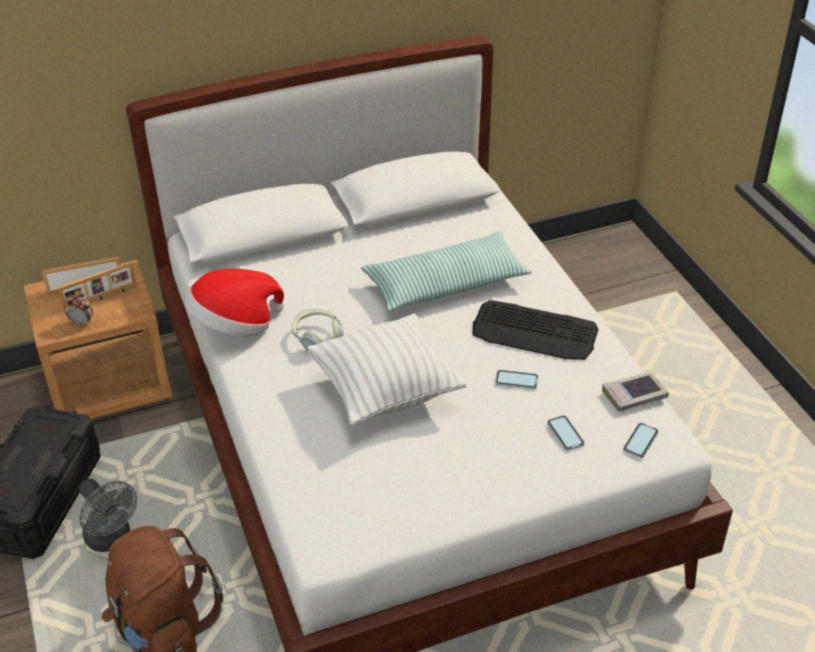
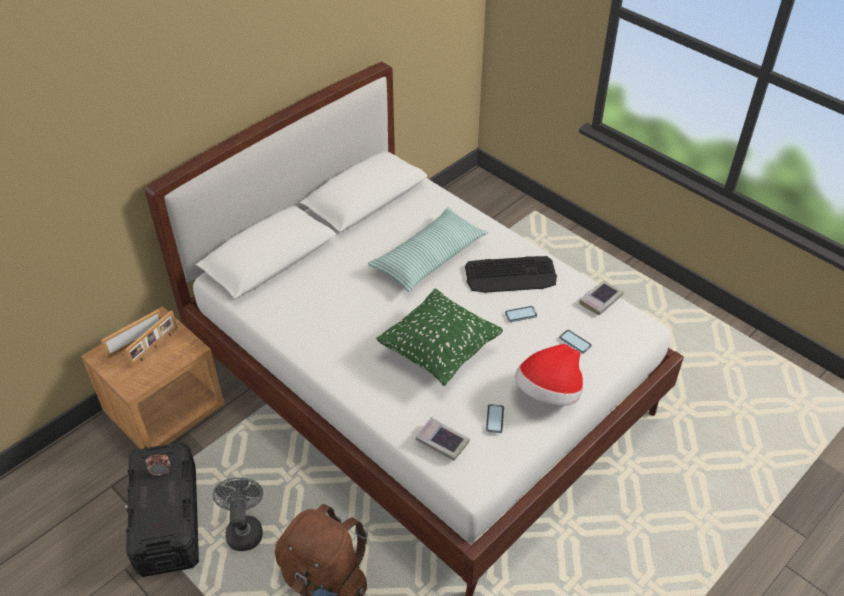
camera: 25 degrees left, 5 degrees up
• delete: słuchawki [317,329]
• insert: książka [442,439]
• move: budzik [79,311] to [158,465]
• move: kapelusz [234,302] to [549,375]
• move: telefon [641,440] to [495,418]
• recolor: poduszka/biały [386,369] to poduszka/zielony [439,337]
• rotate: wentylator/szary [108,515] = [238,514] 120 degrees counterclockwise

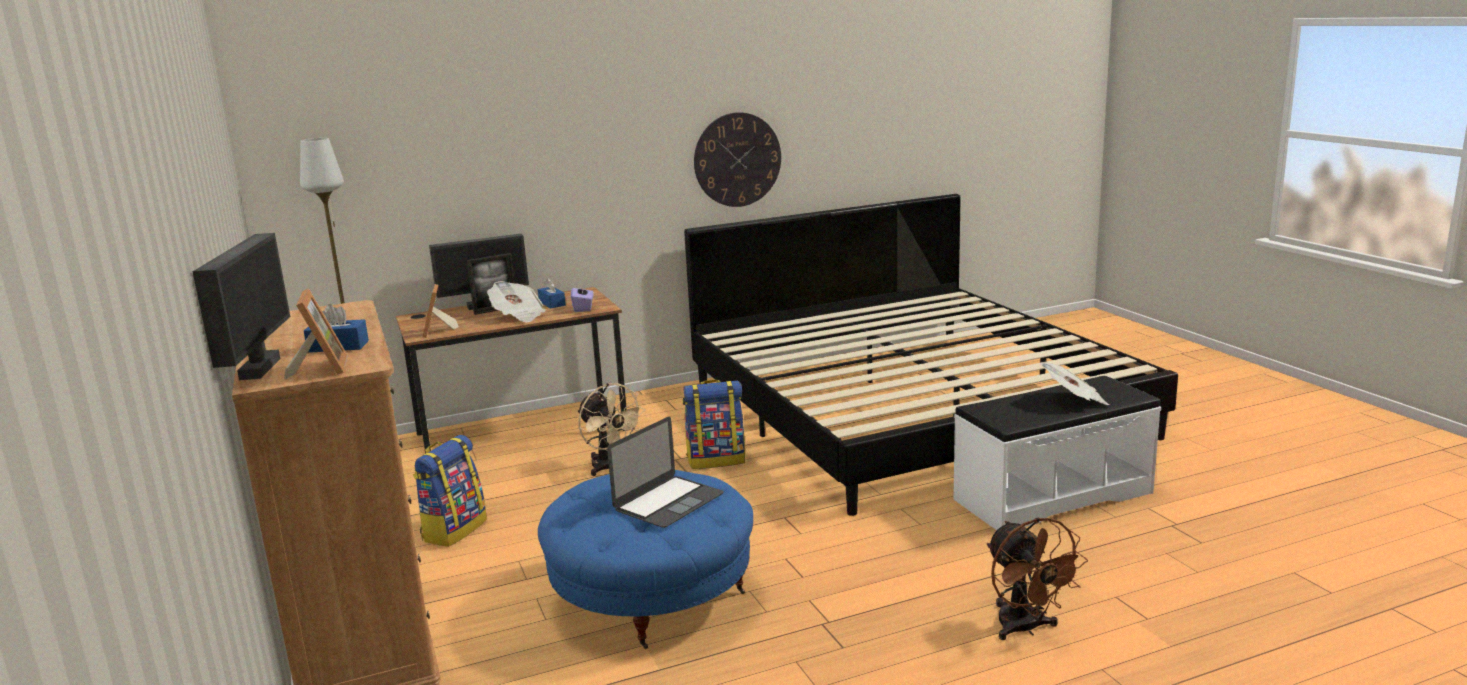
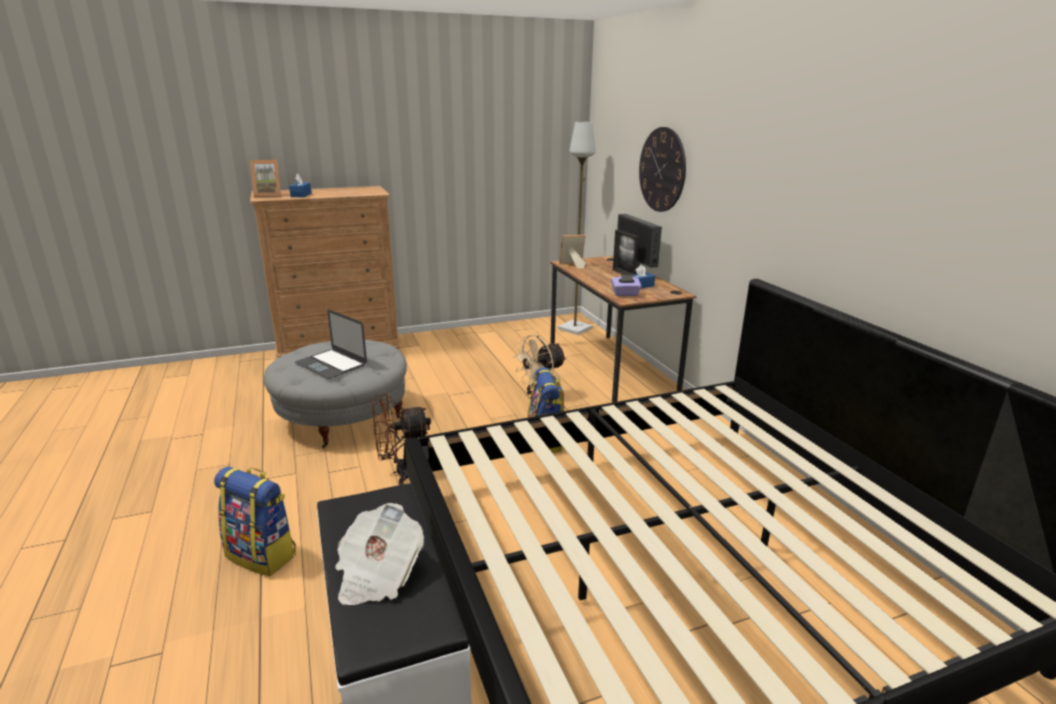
camera: 90 degrees right, 5 degrees up
• delete: monitor [241,306]
• delete: gazeta [516,302]
• move: plecak [450,491] to [255,521]
• move: zegar ścienny [737,159] to [662,169]
• move: wentylator/brązowy [1037,579] to [401,439]
• recolor: pufa/niebieski [645,559] to pufa/szary [335,394]

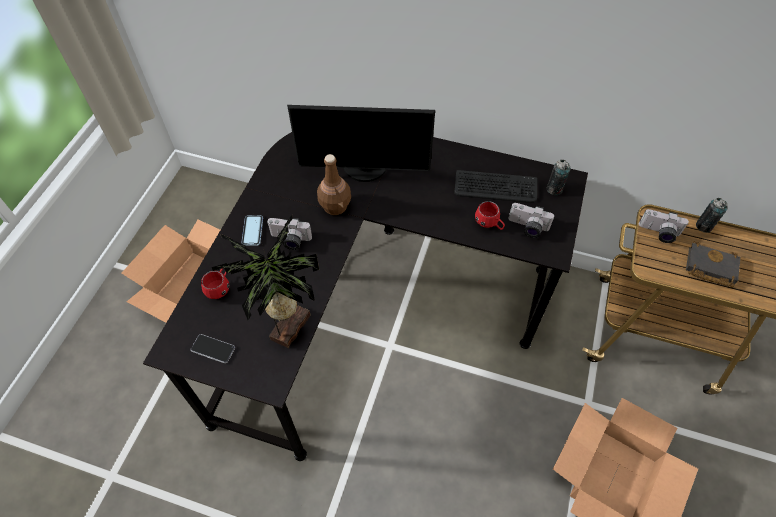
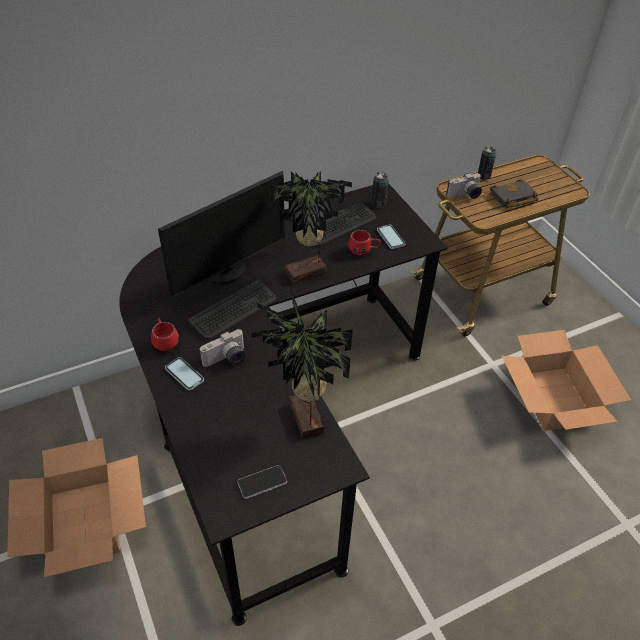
camera: 45 degrees left, 10 degrees down
• insert: roślina doniczkowa [310,227]
• move: kubek/czerwony [215,283] to [165,334]
• replace: butelka/brązowy [334,184] to klawiatura [232,310]
• replace: aparat fotograficzny [531,220] to telefon [391,237]

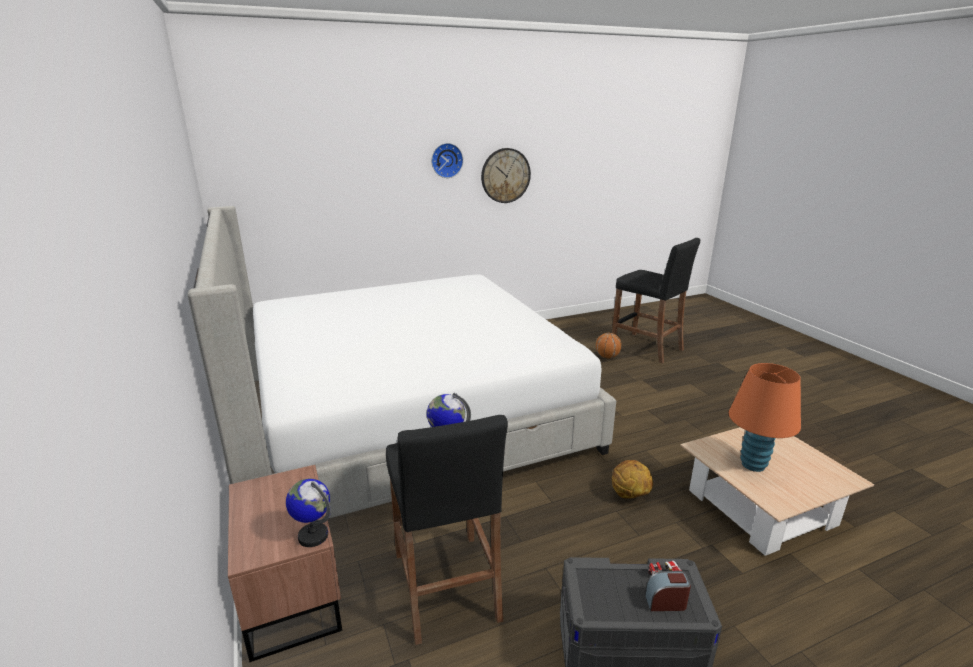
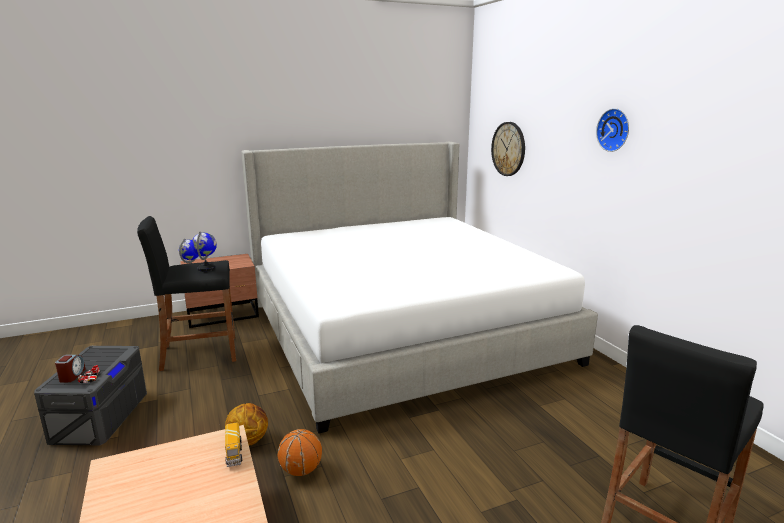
camera: 90 degrees right, 5 degrees down
• delete: lampa stołowa/pomarańczowy [765,417]
• insert: ciężarówka zabawkowa [233,444]
• move: zegar ścienny [506,175] to [508,149]
• move: piłka do koszykówki [609,345] to [300,452]

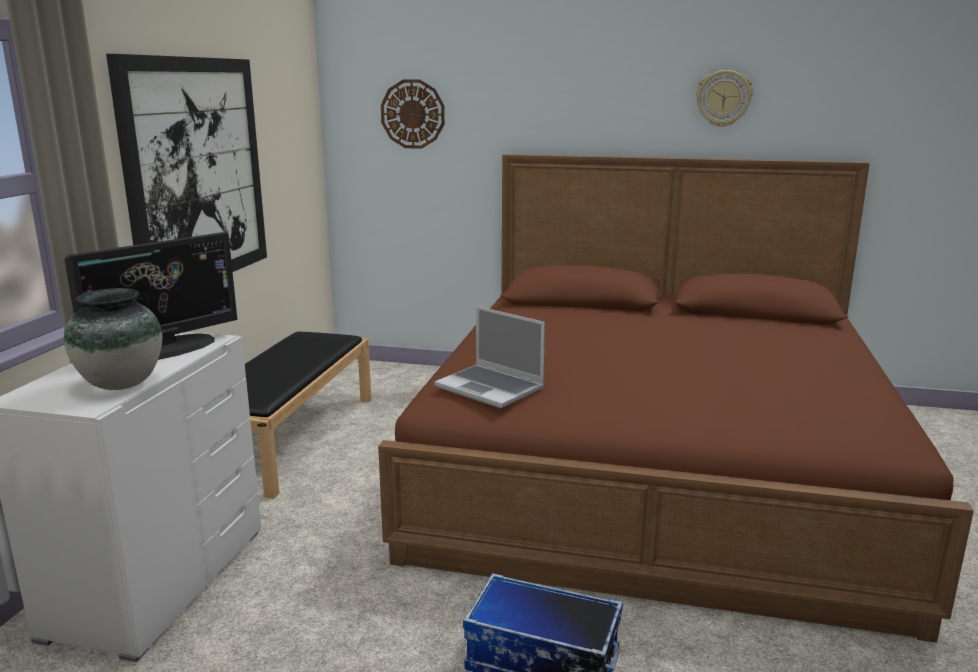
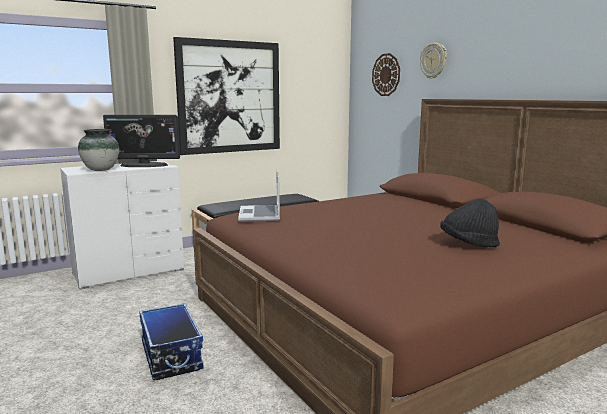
camera: 45 degrees right, 5 degrees down
• insert: kapelusz/czarny [470,223]
• move: zegar ścienny [724,98] to [433,61]

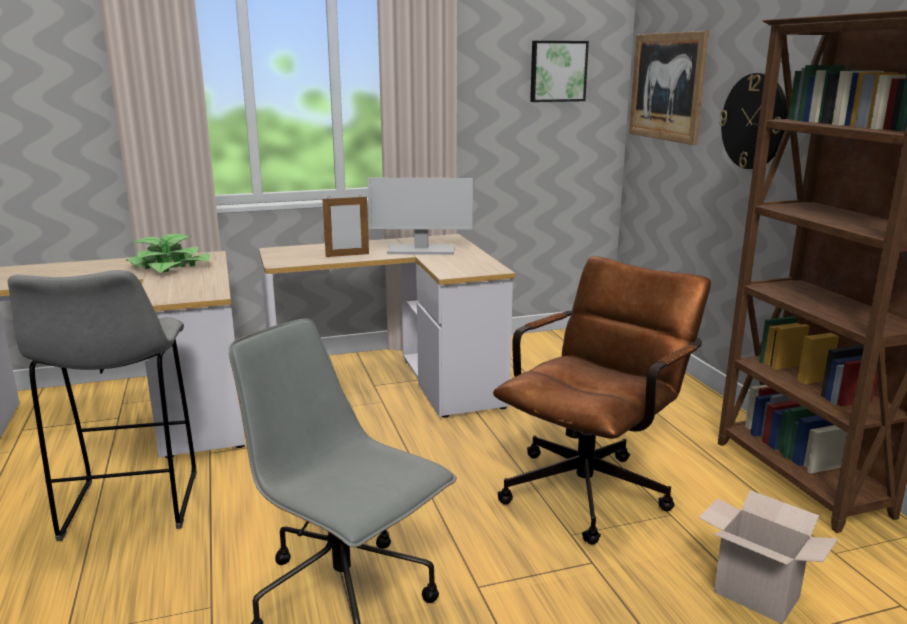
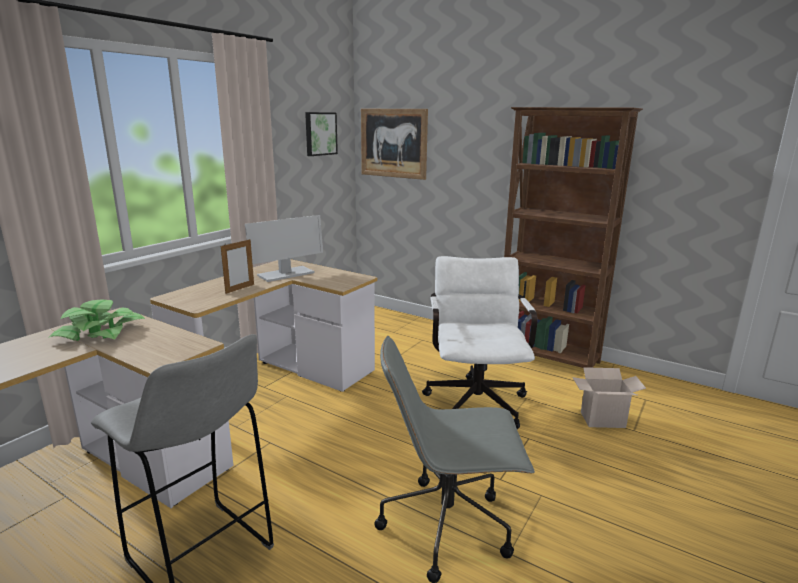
camera: 40 degrees left, 0 degrees up
• delete: zegar ścienny [753,121]
• recolor: krzesło biurowe/brązowy [602,400] to krzesło biurowe/biały [480,342]

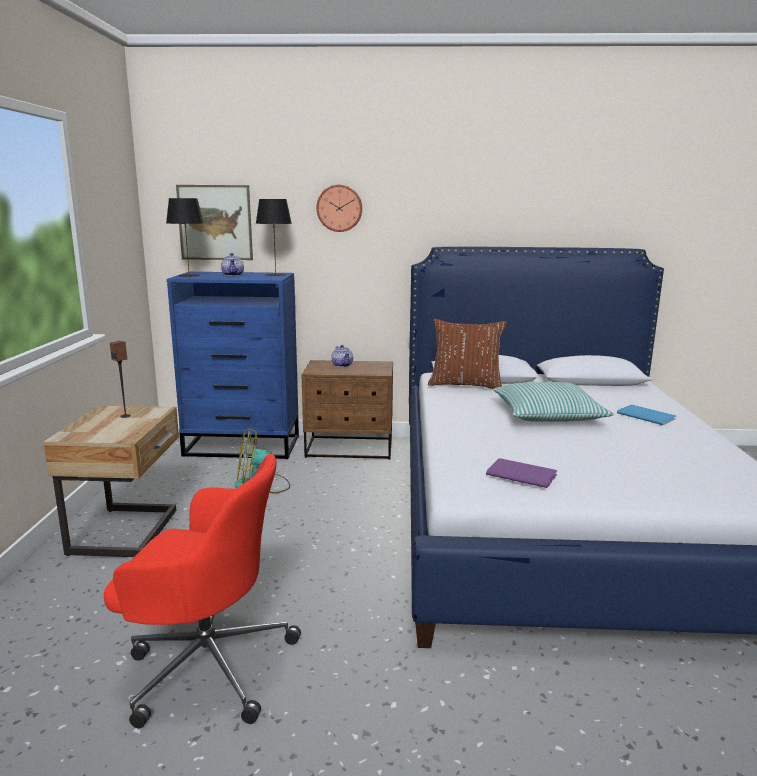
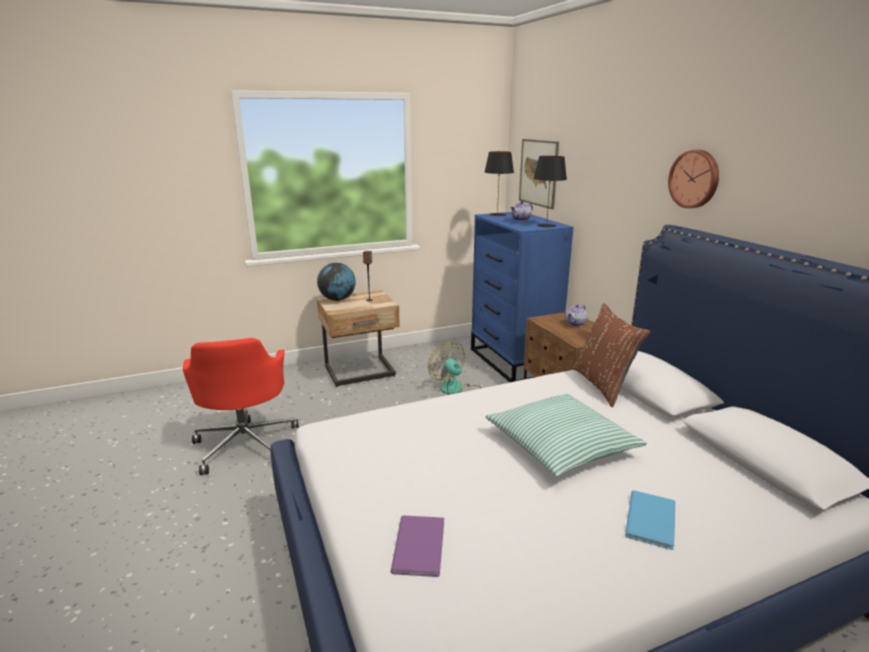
camera: 65 degrees right, 5 degrees up
• insert: globus [336,282]
• move: zegar ścienny [339,208] to [693,179]
• move: książka/fioletowy [521,473] to [417,546]

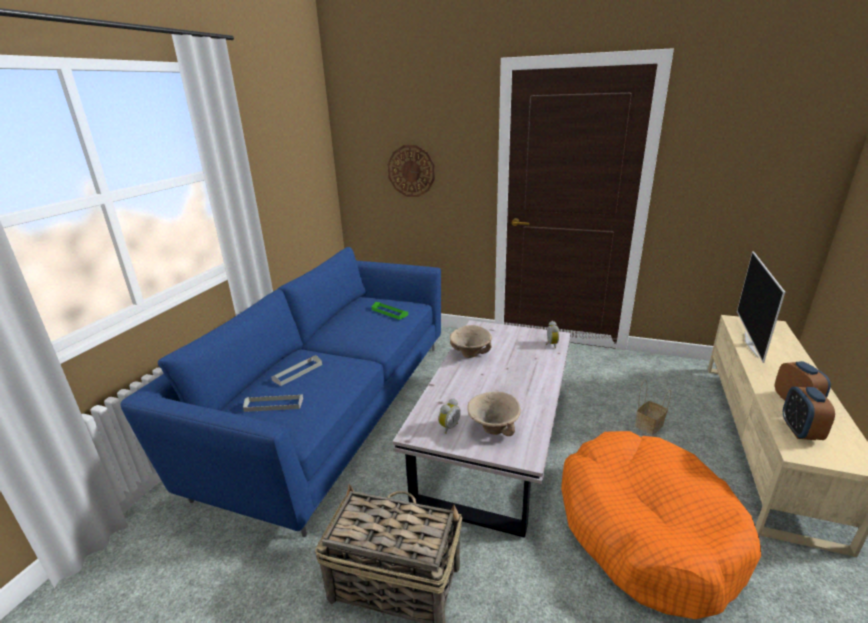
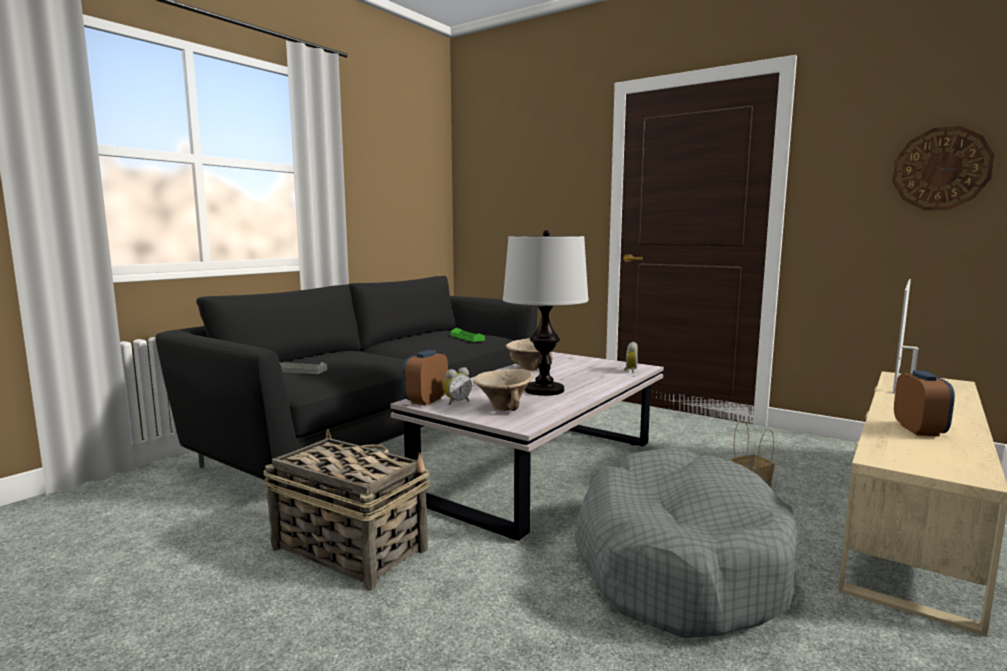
camera: 15 degrees right, 15 degrees down
• delete: taca/szary [296,370]
• insert: lampa stołowa [546,313]
• move: zegar ścienny [411,171] to [943,168]
• move: budzik [809,413] to [425,377]
• recolor: kanapa/niebieski [281,392] to kanapa/czarny [346,378]
• recolor: legowisko/pomarańczowy [661,525] to legowisko/szary [685,543]

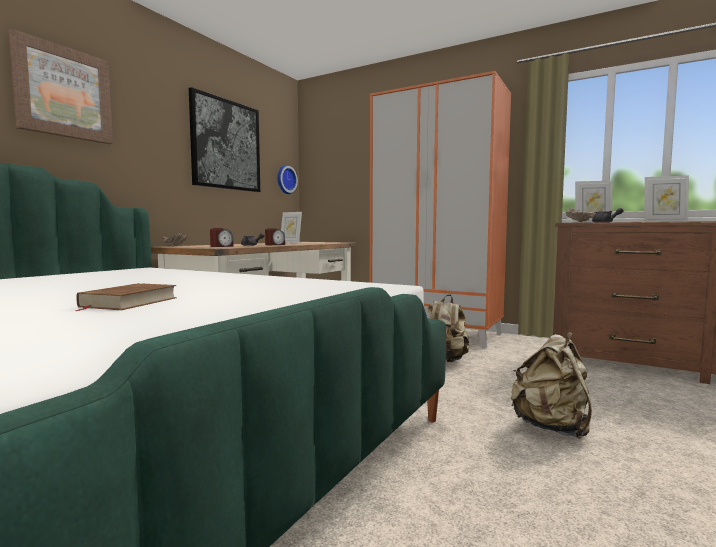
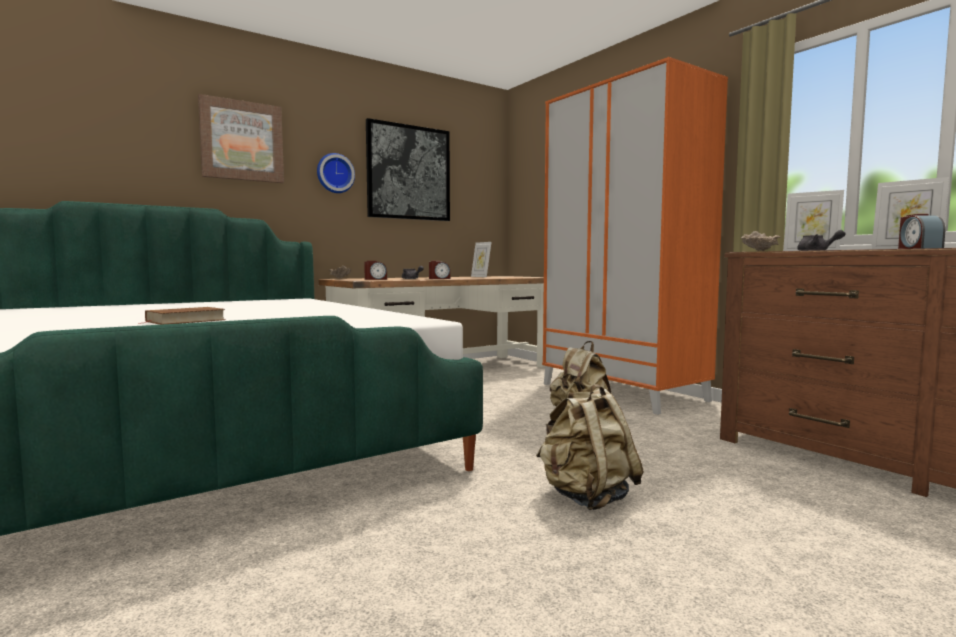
camera: 25 degrees right, 0 degrees up
• insert: budzik [921,231]
• move: zegar ścienny [287,179] to [336,173]

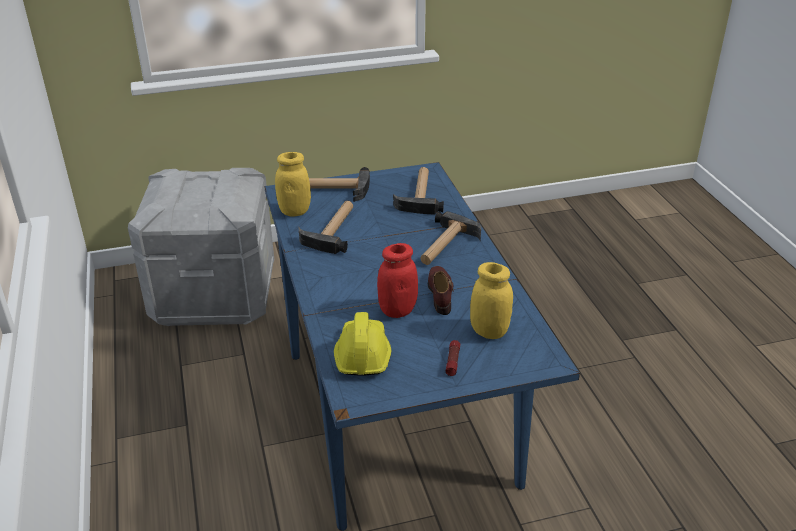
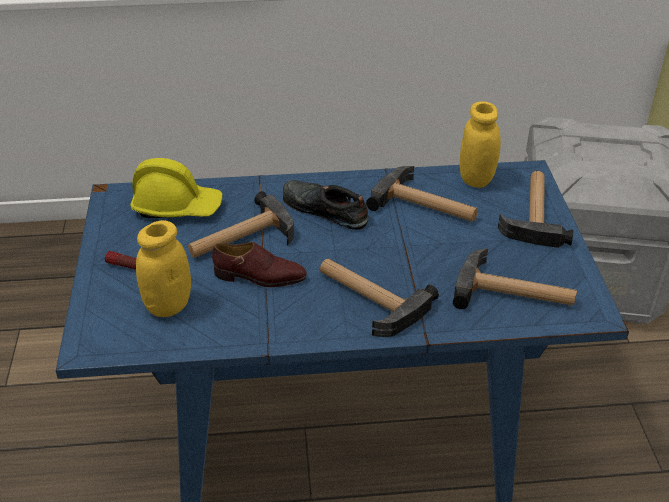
camera: 100 degrees right, 5 degrees up
• insert: but/czarny [326,205]
• replace: słoik/czerwony [397,280] to młotek [241,224]

